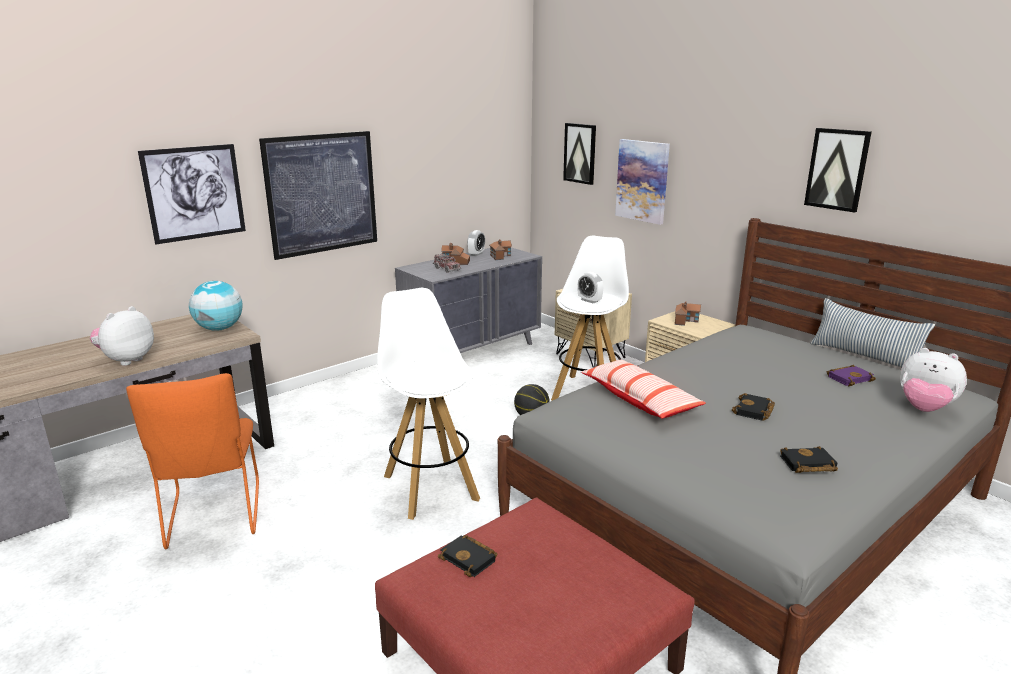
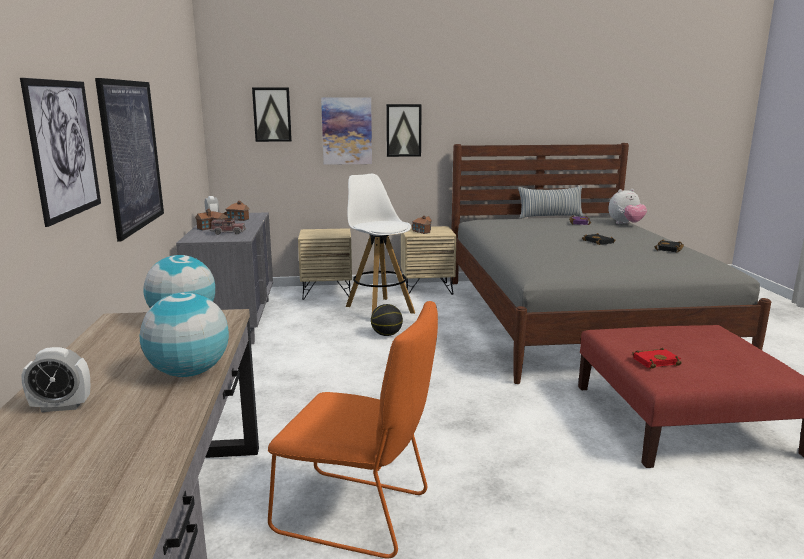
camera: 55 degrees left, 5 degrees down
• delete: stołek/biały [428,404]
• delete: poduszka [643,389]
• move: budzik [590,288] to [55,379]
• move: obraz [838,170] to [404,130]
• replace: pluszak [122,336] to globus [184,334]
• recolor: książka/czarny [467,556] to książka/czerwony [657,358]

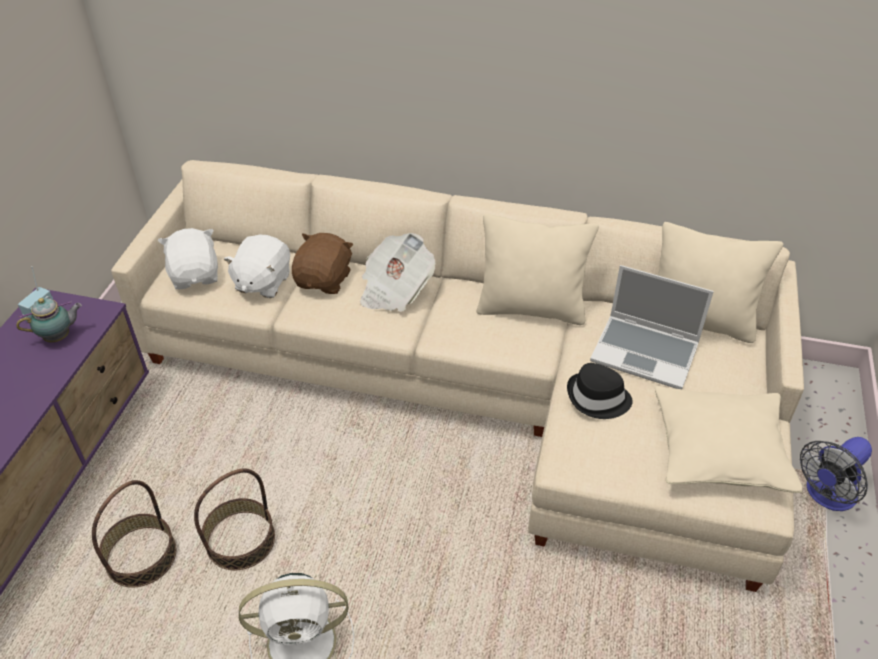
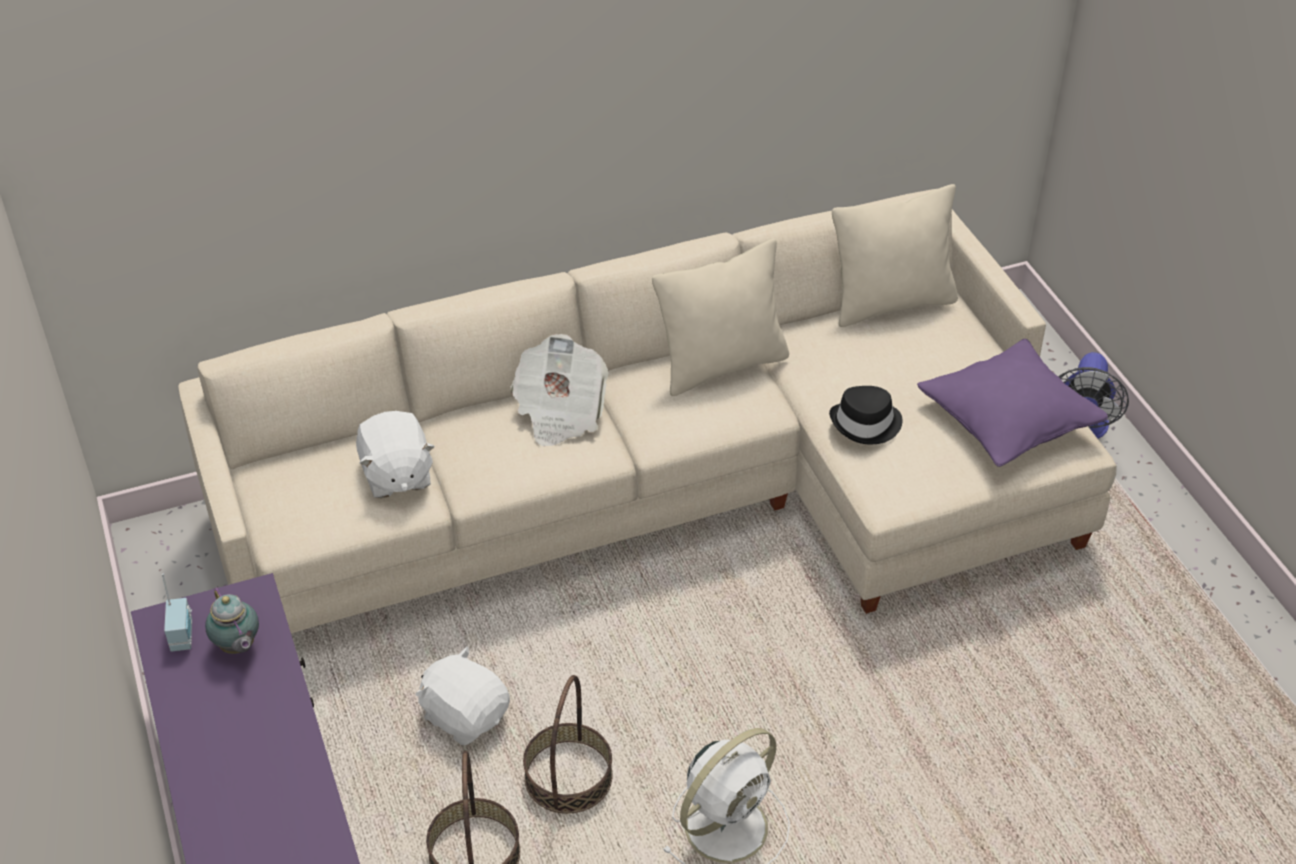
camera: 35 degrees left, 0 degrees up
• delete: pluszak/brązowy [323,263]
• delete: laptop [652,327]
• move: pluszak/biały [188,258] to [463,695]
• recolor: poduszka/beżowy [729,439] to poduszka/fioletowy [1012,403]
• rotate: imbryk [49,320] = [232,620] 120 degrees clockwise

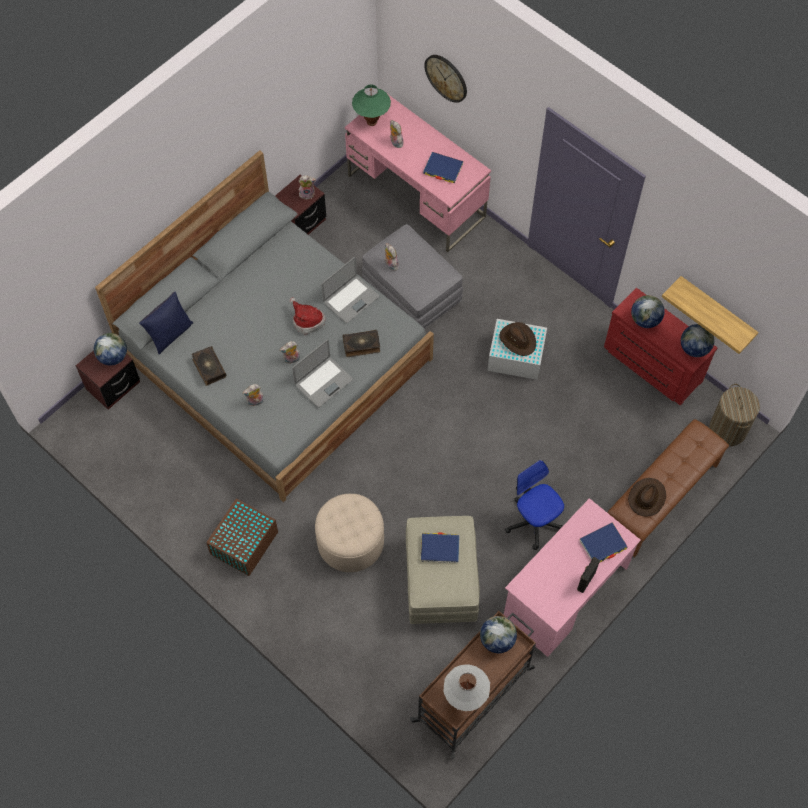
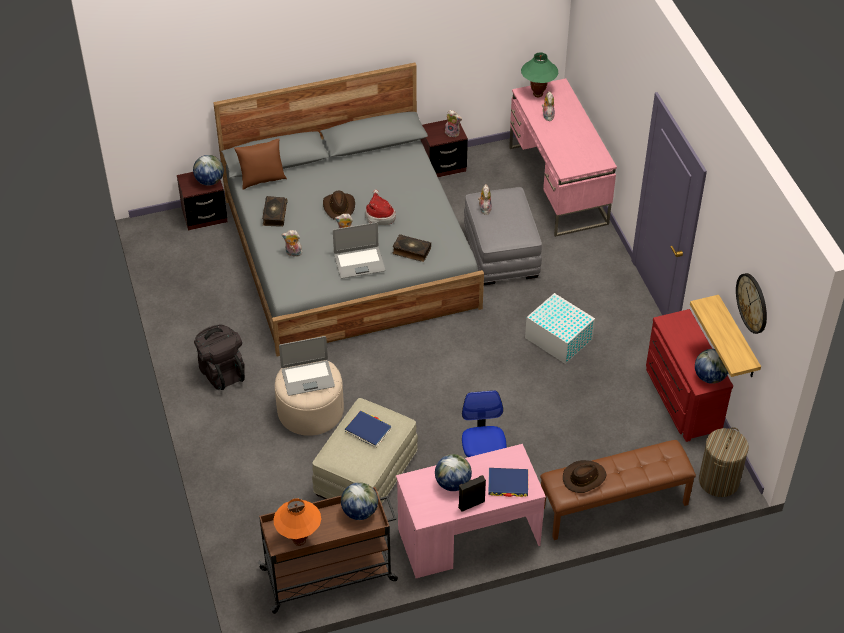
camera: 30 degrees right, 15 degrees down
• delete: książka/niebieski [443,167]
• move: laptop [350,290] to [307,366]
• move: zegar ścienny [445,79] to [751,303]
• move: kapelusz/brązowy [517,339] to [339,205]
• move: globus [648,311] to [453,472]
• replace: pojemnik do przechowywania/brązowy [242,537] to plecak/czarny [219,357]
• recolor: poduszka/niebieski [166,323] to poduszka/brązowy [260,163]
• recolor: lampa stołowa/biały [467,687] to lampa stołowa/pomarańczowy [297,522]

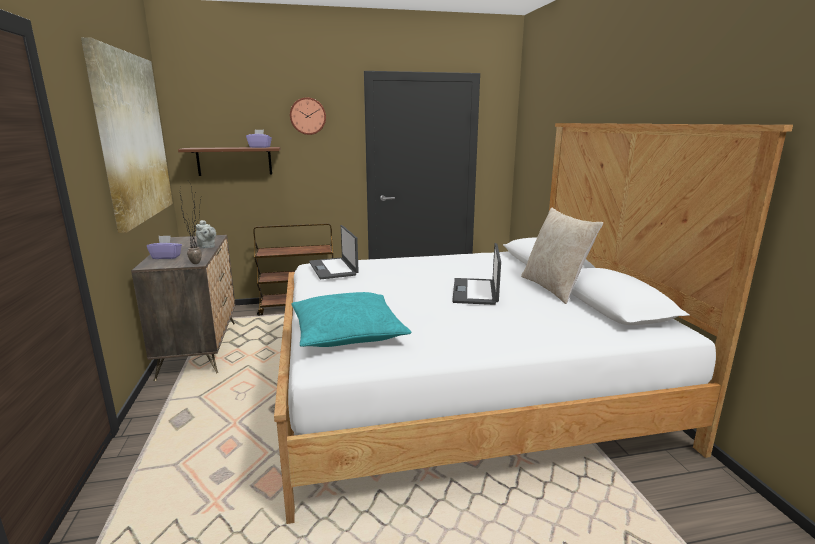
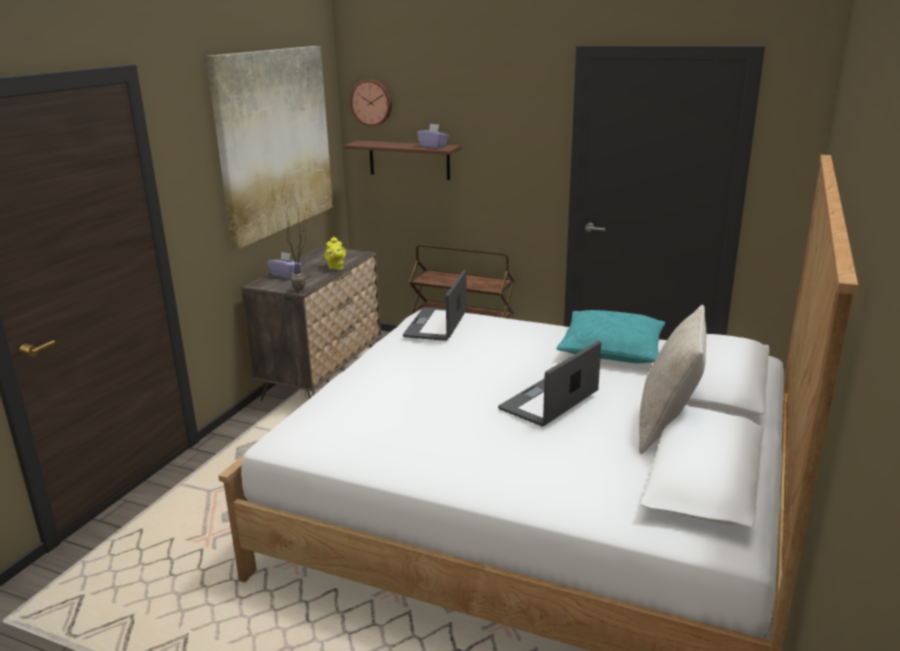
camera: 35 degrees right, 5 degrees up
• move: zegar ścienny [308,116] to [371,103]
• move: poduszka/turkusowy [351,319] to [610,336]
• recolor: imbryk/szary [205,234] to imbryk/żółty [335,253]

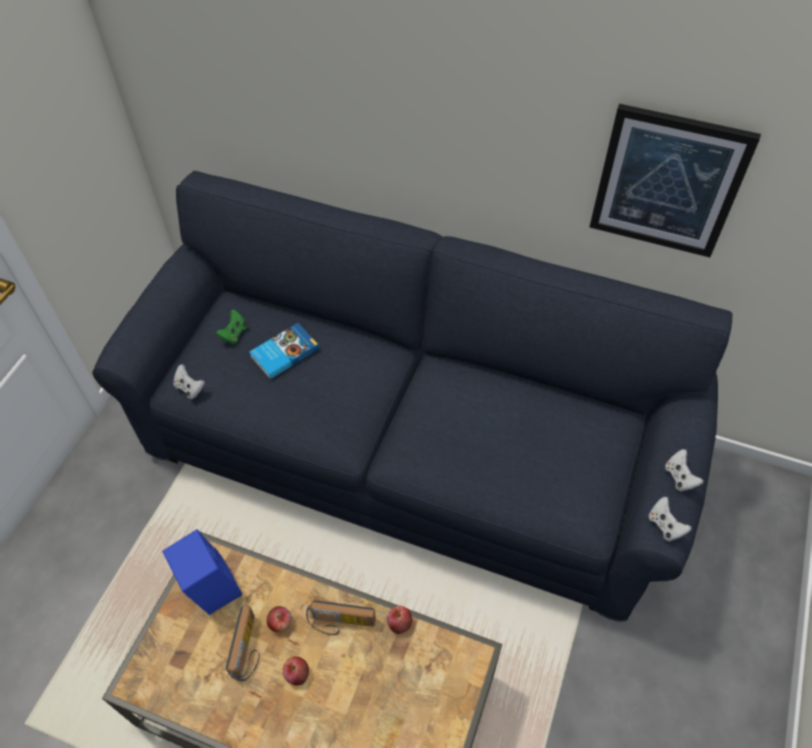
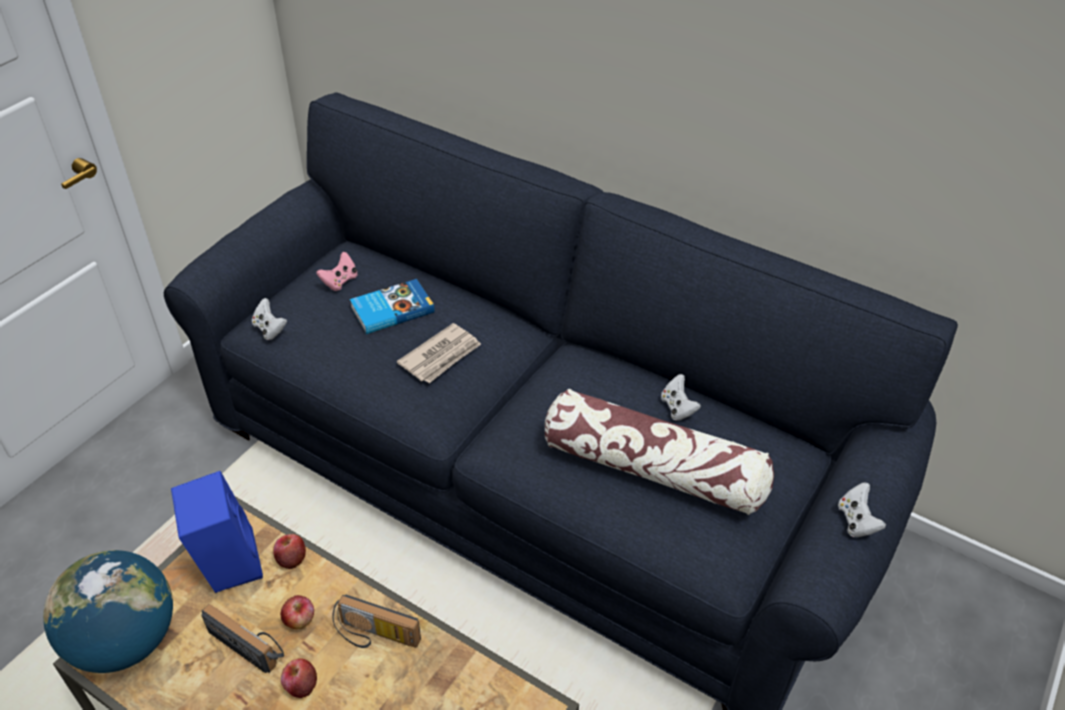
camera: 10 degrees right, 10 degrees down
• delete: obraz [675,180]
• insert: globus [108,611]
• insert: gazeta [439,353]
• insert: poduszka [659,452]
• move: jabłko [399,620] to [289,551]
• move: pad do gier/biały [670,519] to [681,397]
• recolor: pad do gier/zielony [231,327] to pad do gier/różowy [337,271]
• rotate: radio [243,643] = [242,638] 75 degrees counterclockwise

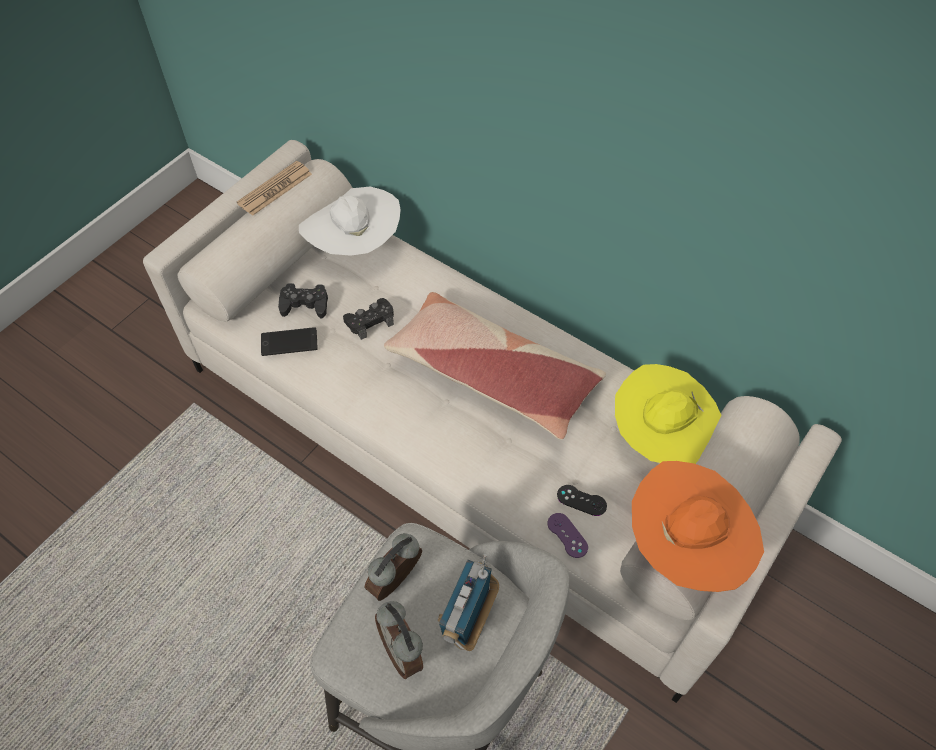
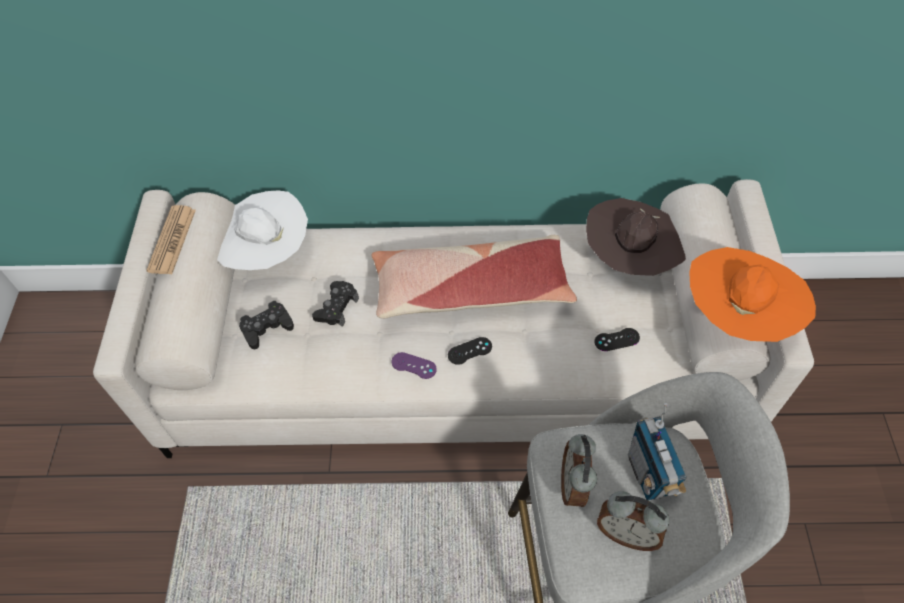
camera: 35 degrees left, 0 degrees up
• delete: telefon [289,341]
• insert: pad do gier/czarny [470,351]
• move: pad do gier/fioletowy [567,535] to [414,365]
• recolor: kapelusz/żółty [668,414] to kapelusz/brązowy [636,237]

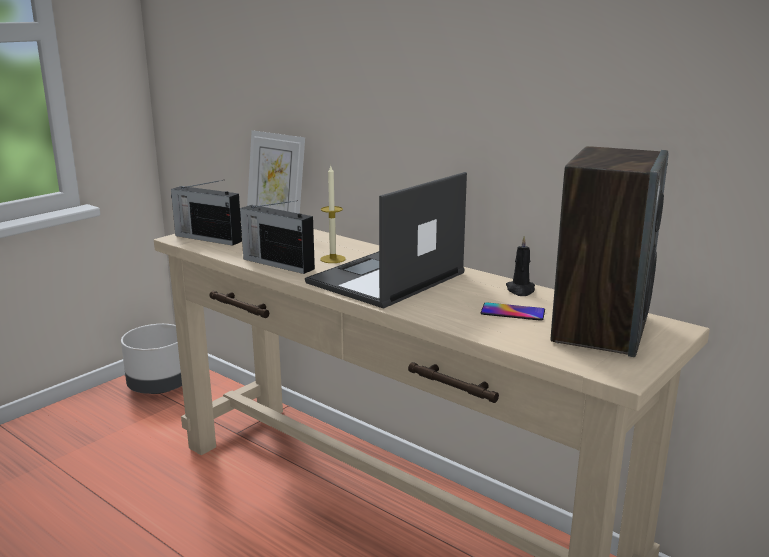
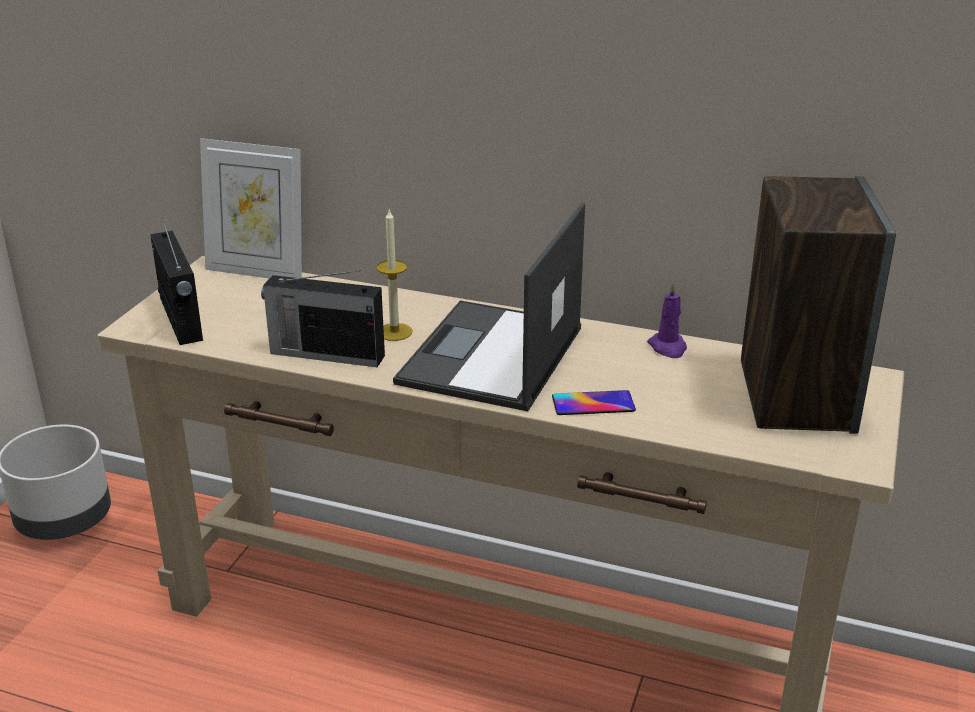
camera: 20 degrees left, 10 degrees up
• move: telefon [512,311] to [594,402]
• recolor: świeca/czarny [520,266] to świeca/fioletowy [667,320]
• rotate: radio [206,213] = [176,281] 120 degrees counterclockwise

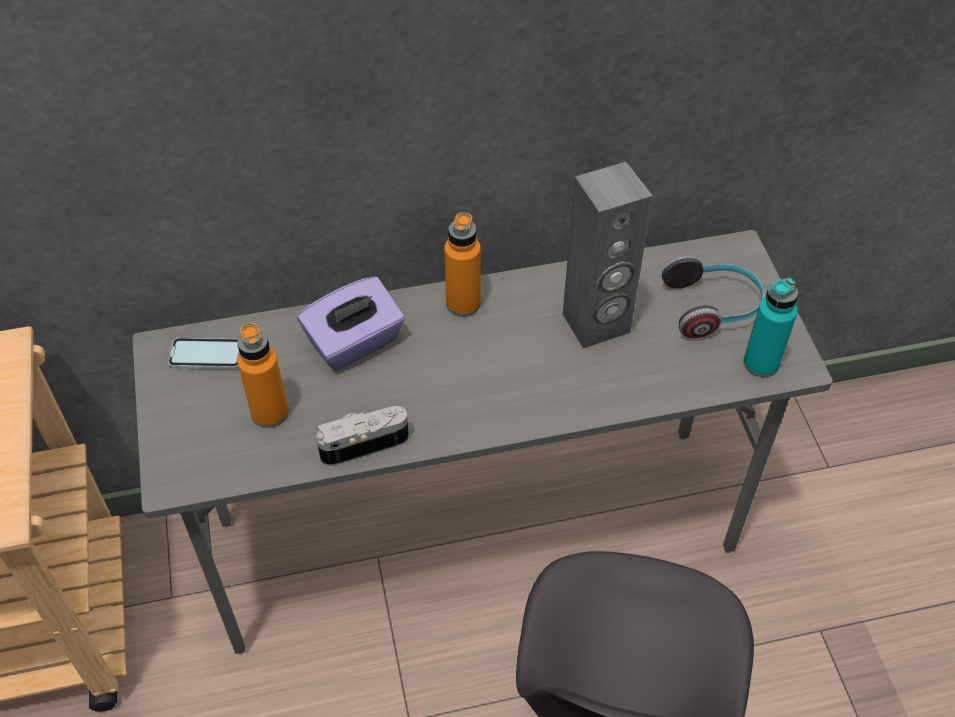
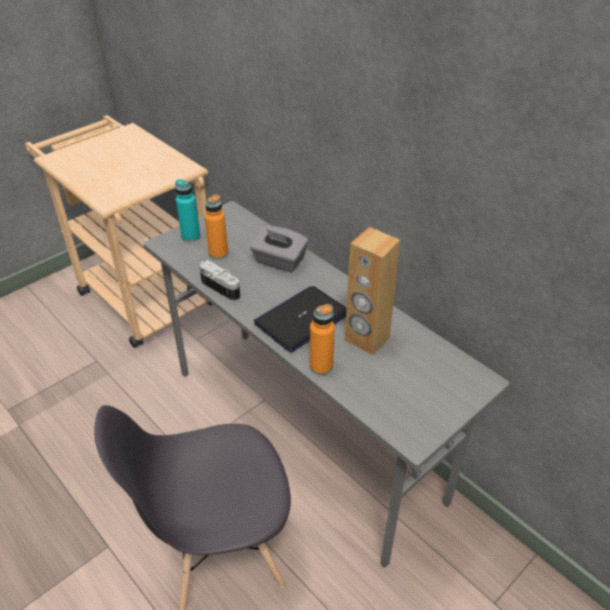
camera: 60 degrees right, 10 degrees down
• delete: telefon [203,353]
• delete: słuchawki [713,297]
• insert: laptop [300,319]
• move: butelka/pomarańczowy [462,264] to [322,339]
• move: butelka/turkusowy [770,328] to [187,210]
• recolor: pudełko chusteczek/fioletowy [351,323] to pudełko chusteczek/szary [279,249]
• recolor: głośnik/szary [608,255] to głośnik/brązowy [372,291]

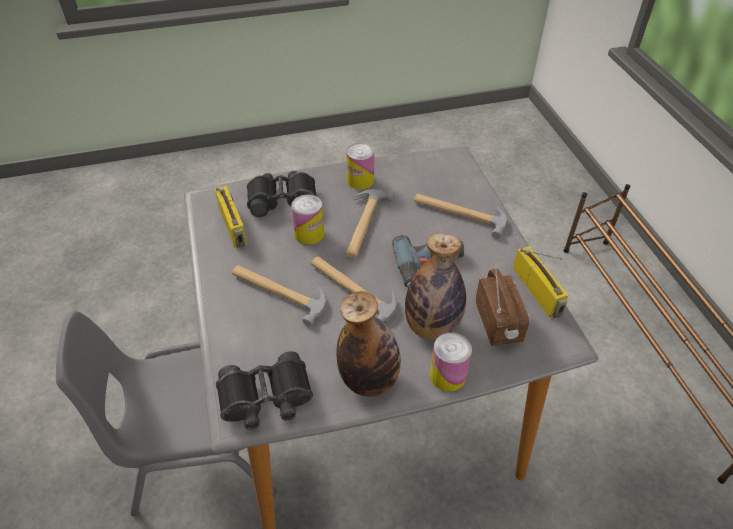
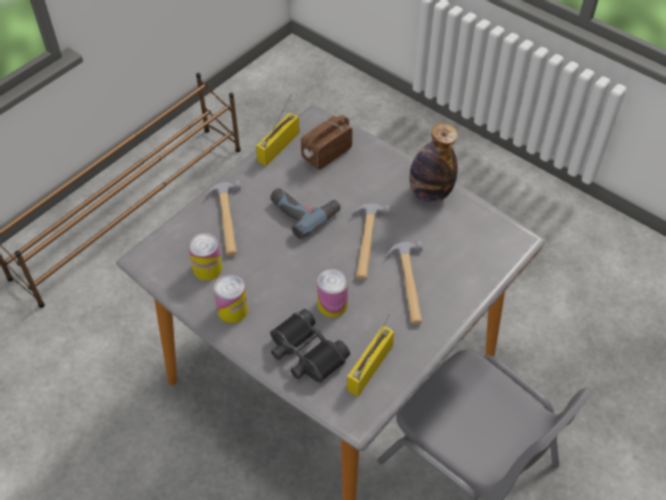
camera: 125 degrees left, 5 degrees up
• delete: lornetka/czarny [264,390]
• delete: młotek [370,223]
• delete: butelka [435,286]
• move: puszka [451,362] to [205,256]

